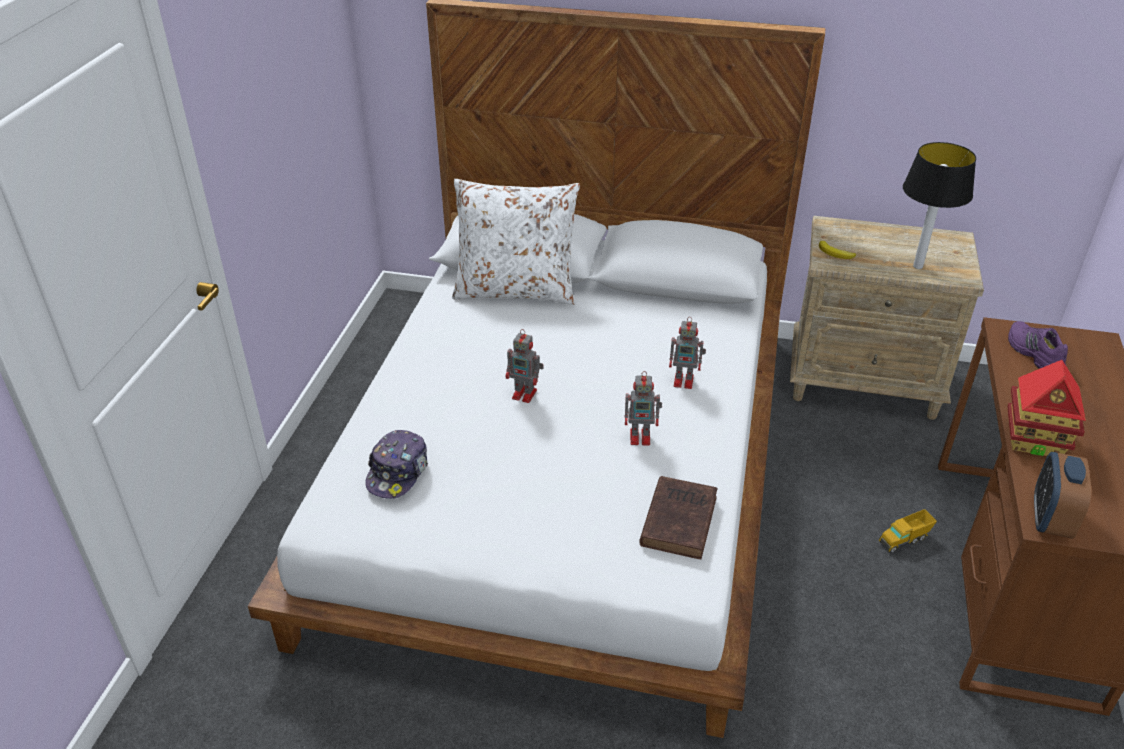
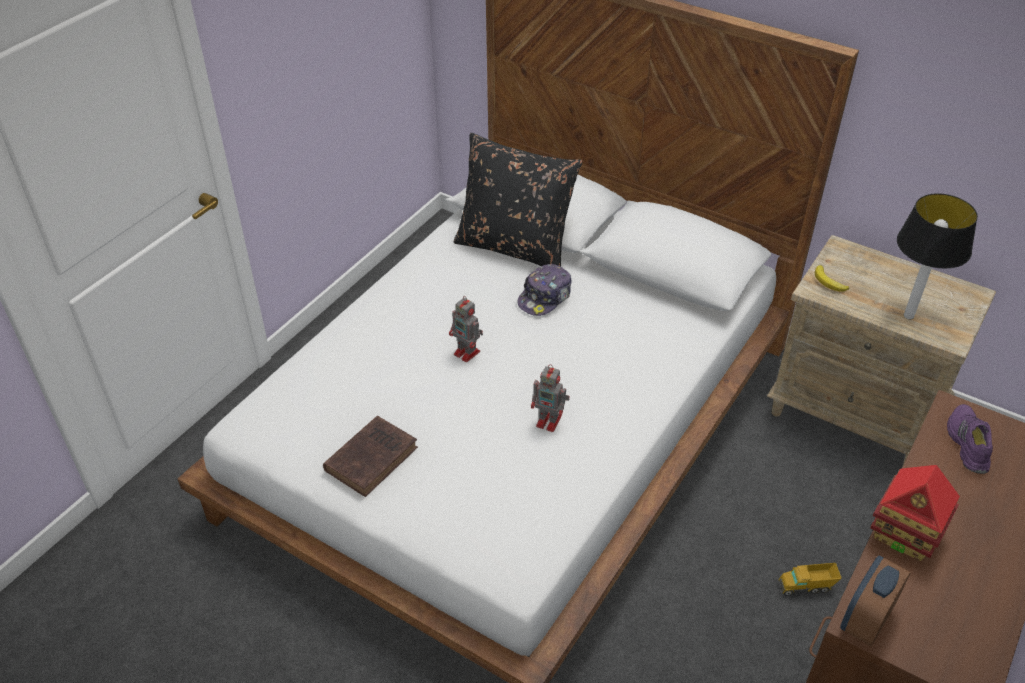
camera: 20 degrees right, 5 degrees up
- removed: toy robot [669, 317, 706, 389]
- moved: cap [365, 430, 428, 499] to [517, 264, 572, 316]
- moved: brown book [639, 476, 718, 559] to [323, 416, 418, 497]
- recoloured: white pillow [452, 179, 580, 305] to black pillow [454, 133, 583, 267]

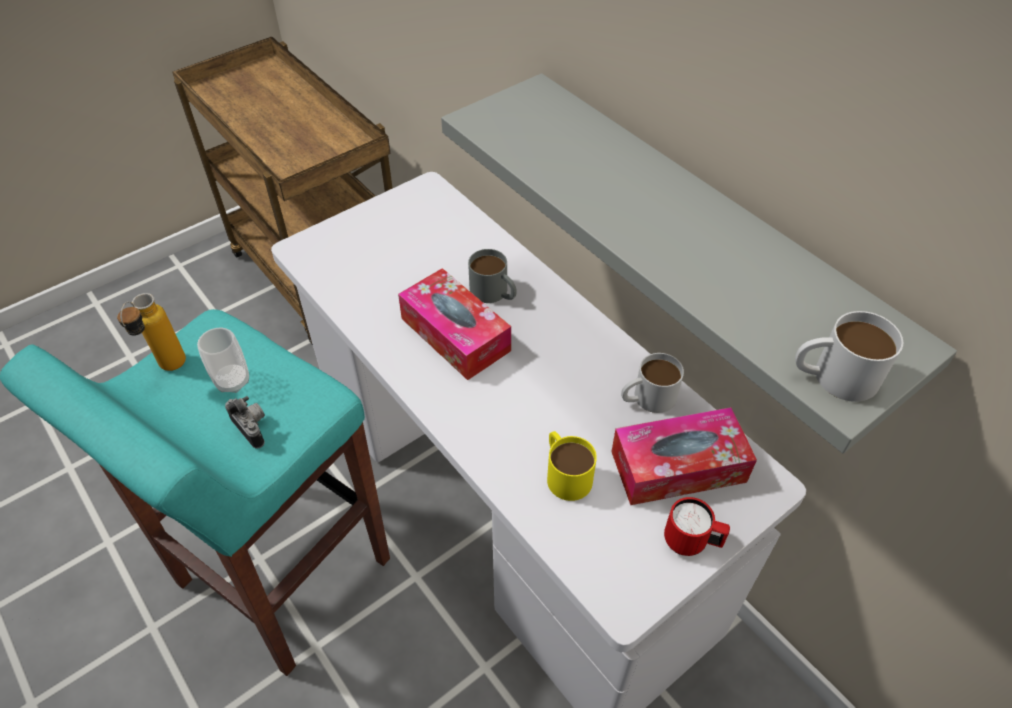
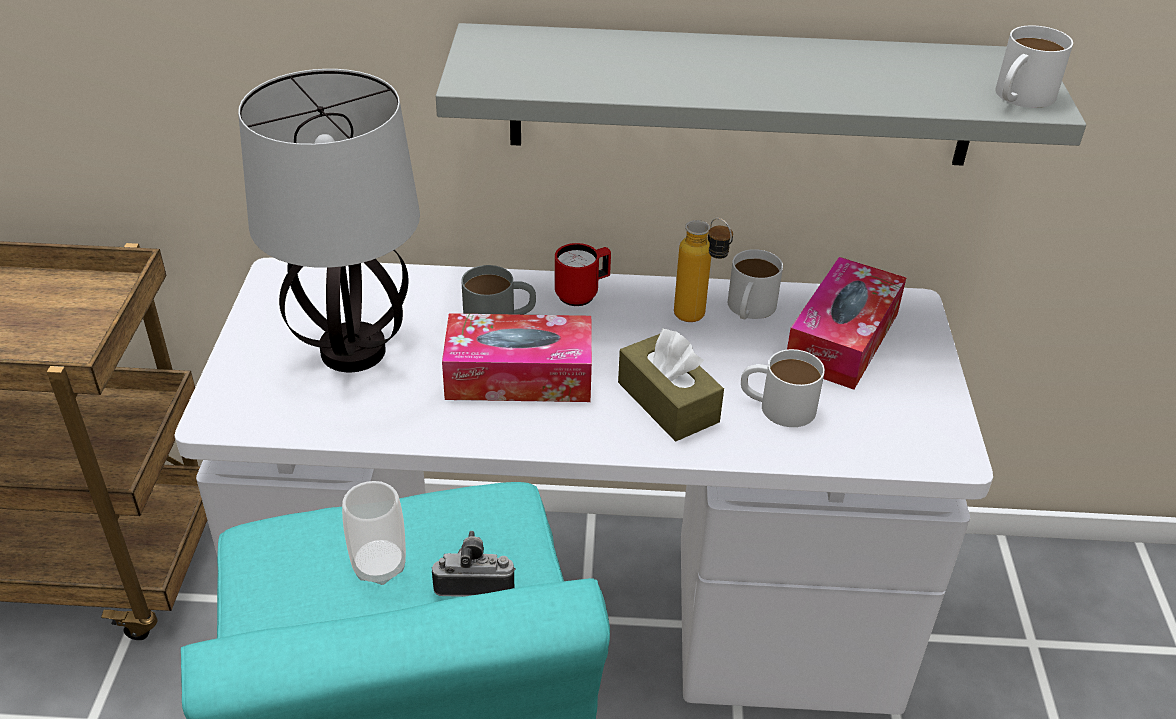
camera: 50 degrees left, 10 degrees down
- added: table lamp [238, 69, 420, 372]
- added: brown tissue box [618, 328, 724, 441]
- moved: bottle [117, 293, 186, 371] to [674, 218, 733, 322]
- moved: red mug [664, 497, 730, 556] to [555, 243, 611, 306]
- recoloured: yellow mug [547, 431, 597, 501] to white mug [741, 349, 825, 427]

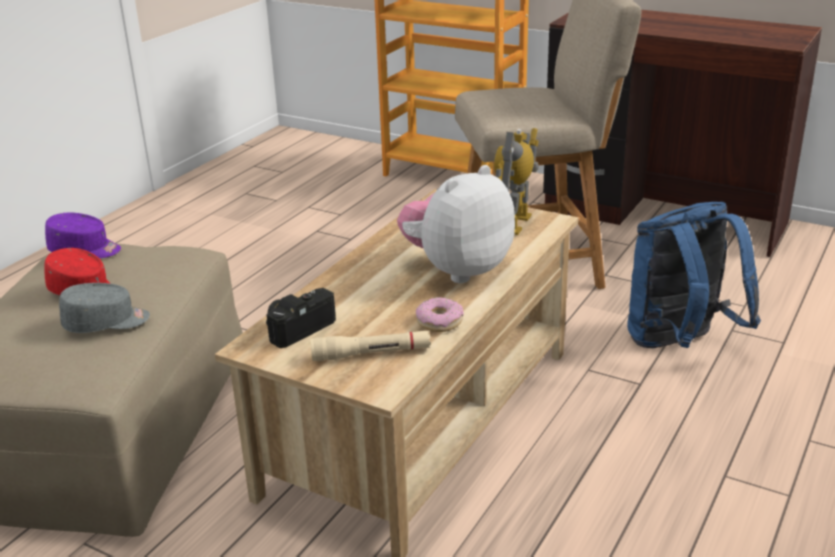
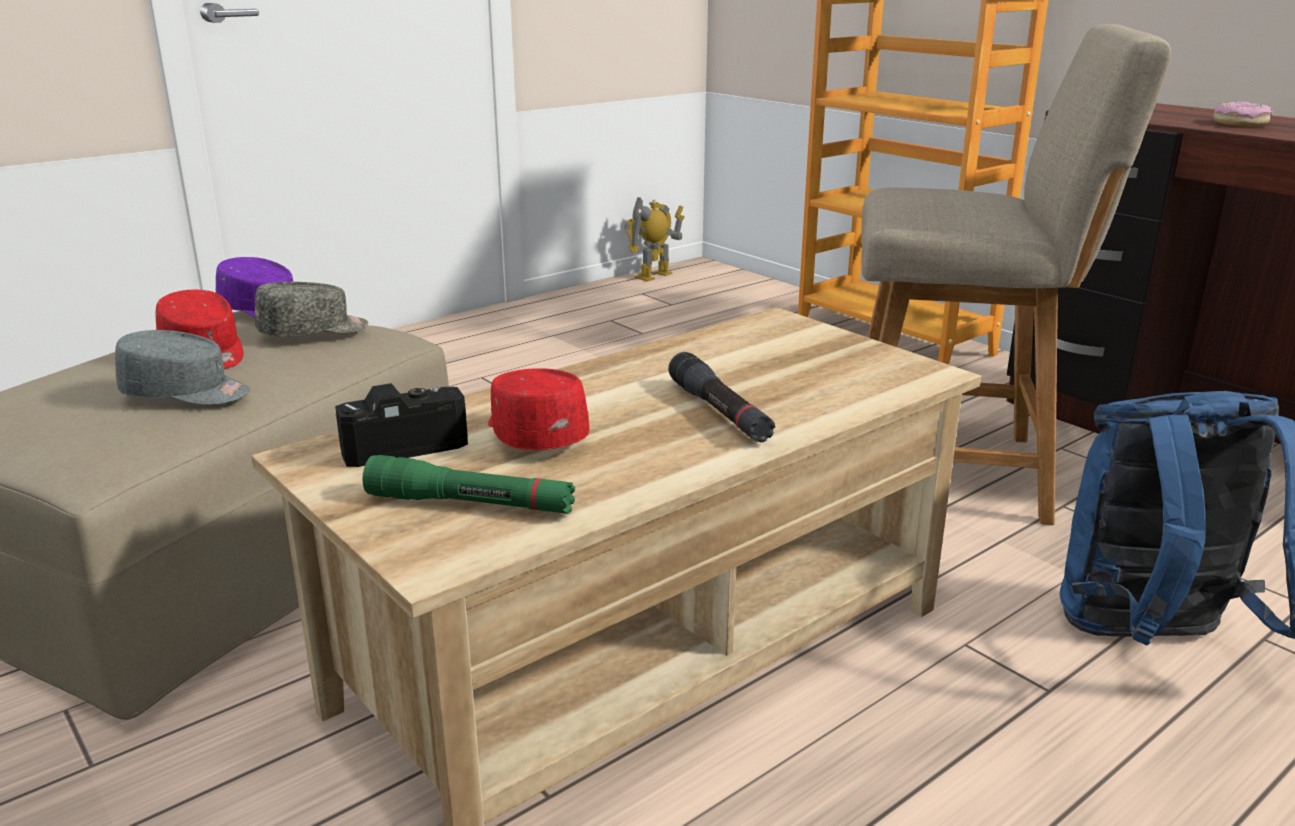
camera: 20 degrees right, 5 degrees down
- added: grey cap [255, 282, 368, 337]
- added: red cap [488, 368, 590, 450]
- moved: donut [416, 297, 463, 332] to [1213, 101, 1273, 127]
- moved: toy robot [494, 128, 539, 235] to [624, 197, 685, 282]
- replaced: plush toy [397, 165, 515, 283] to black flashlight [668, 352, 775, 443]
- recoloured: beige flashlight [310, 331, 431, 361] to green flashlight [363, 455, 576, 514]

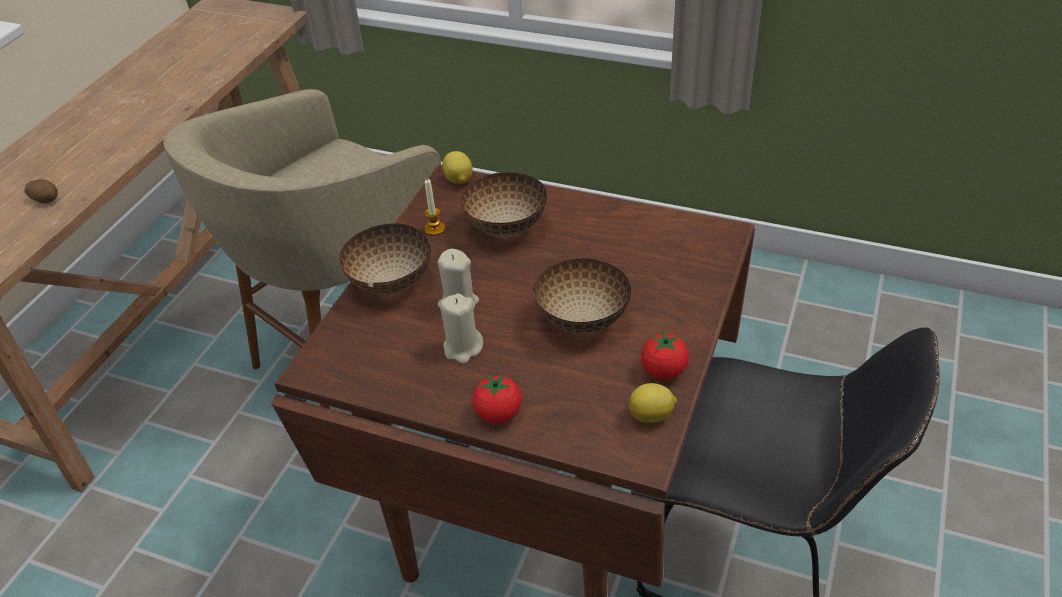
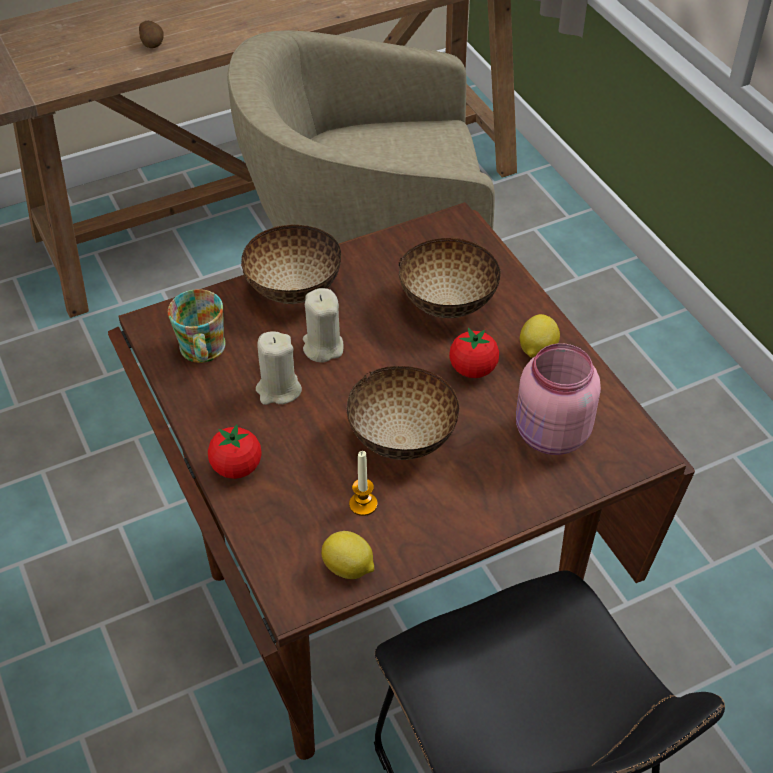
camera: 40 degrees right, 5 degrees up
- added: mug [168, 289, 226, 363]
- added: pink jar [516, 343, 601, 455]
- moved: candle [424, 179, 445, 236] to [349, 451, 377, 516]
- moved: lemon [442, 151, 473, 184] to [520, 314, 560, 358]
- moved: tomato [641, 330, 689, 379] to [449, 328, 499, 378]

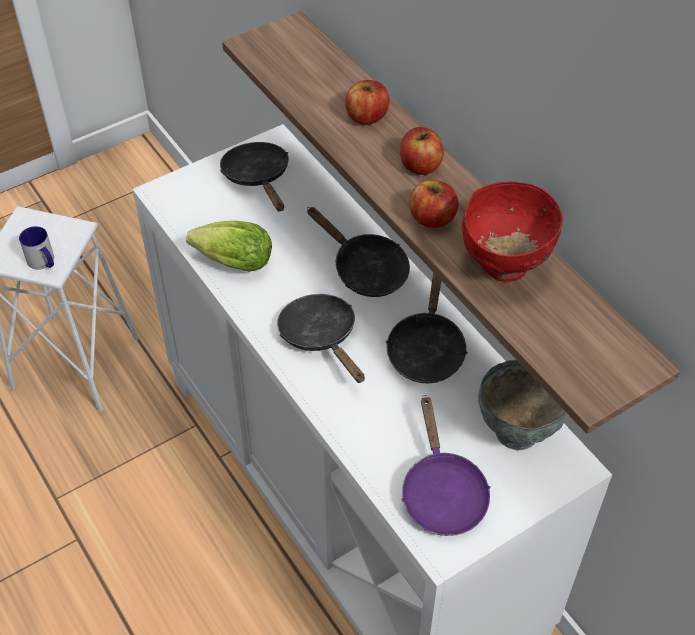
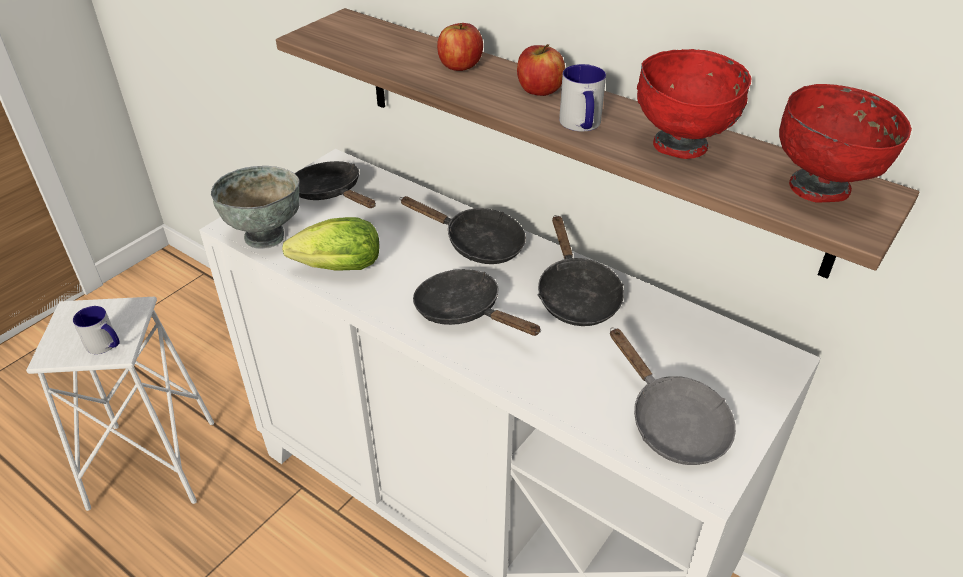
camera: 20 degrees left, 10 degrees down
- added: red bowl [779, 84, 912, 202]
- moved: grey bowl [478, 360, 567, 450] to [211, 166, 300, 249]
- replaced: apple [409, 180, 459, 228] to mug [559, 64, 606, 131]
- recoloured: purple frying pan [401, 395, 491, 536] to grey frying pan [610, 327, 736, 465]

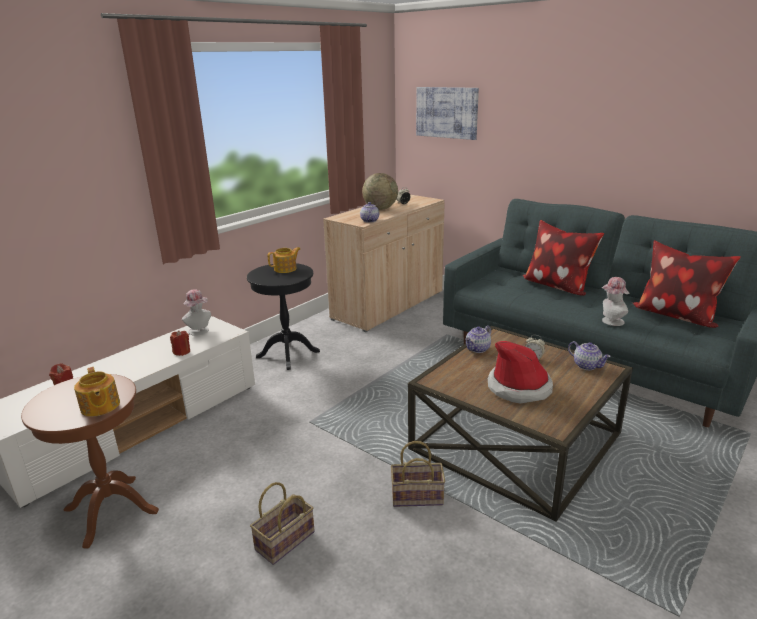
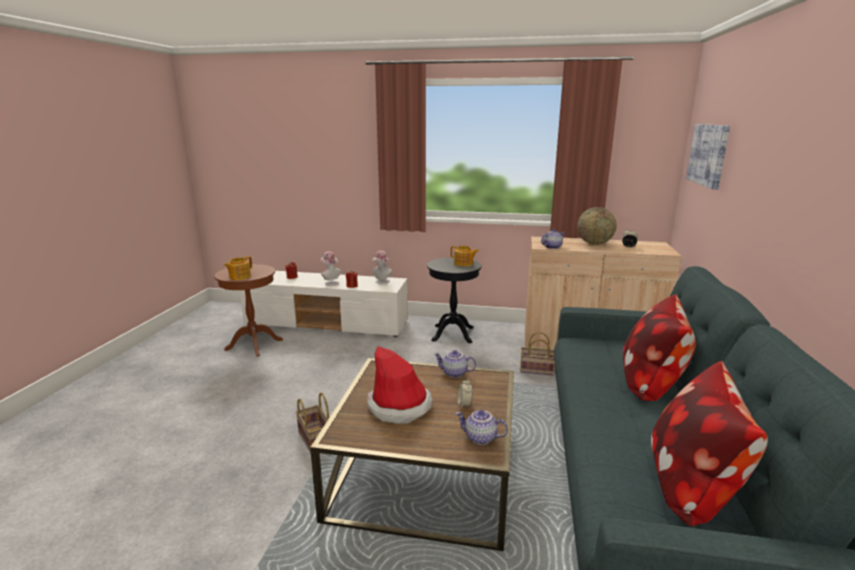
camera: 60 degrees right, 5 degrees down
- moved: basket [250, 482, 315, 565] to [520, 332, 555, 376]
- moved: hat [602, 277, 629, 326] to [320, 251, 341, 286]
- turned: teapot [568, 341, 611, 370] = [456, 410, 508, 445] 90 degrees clockwise

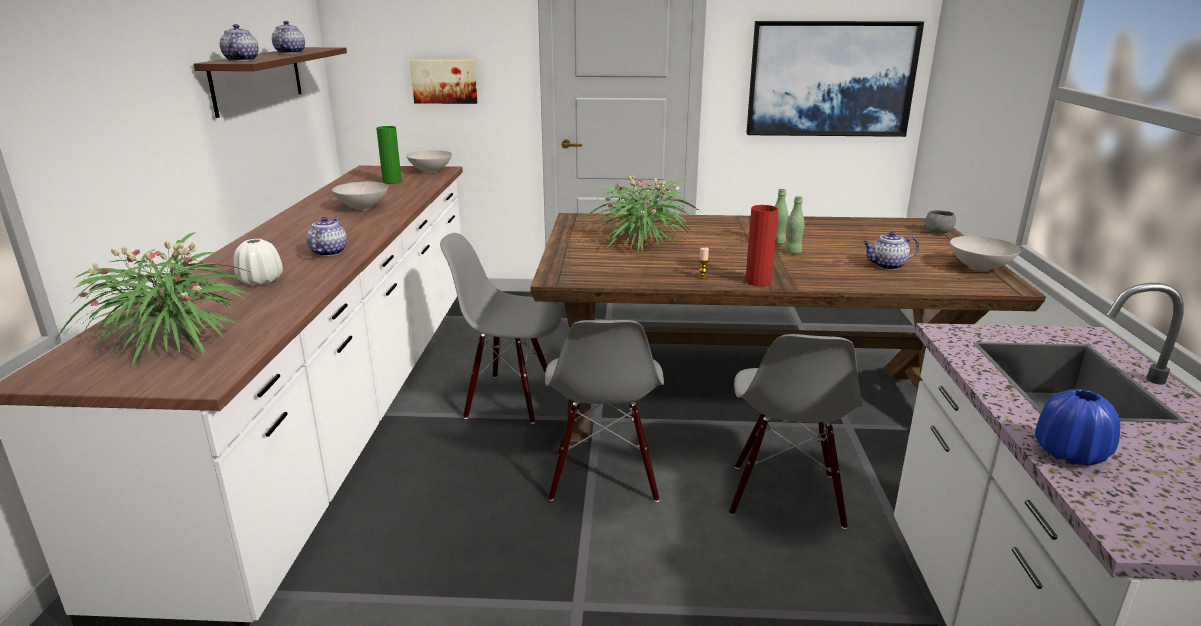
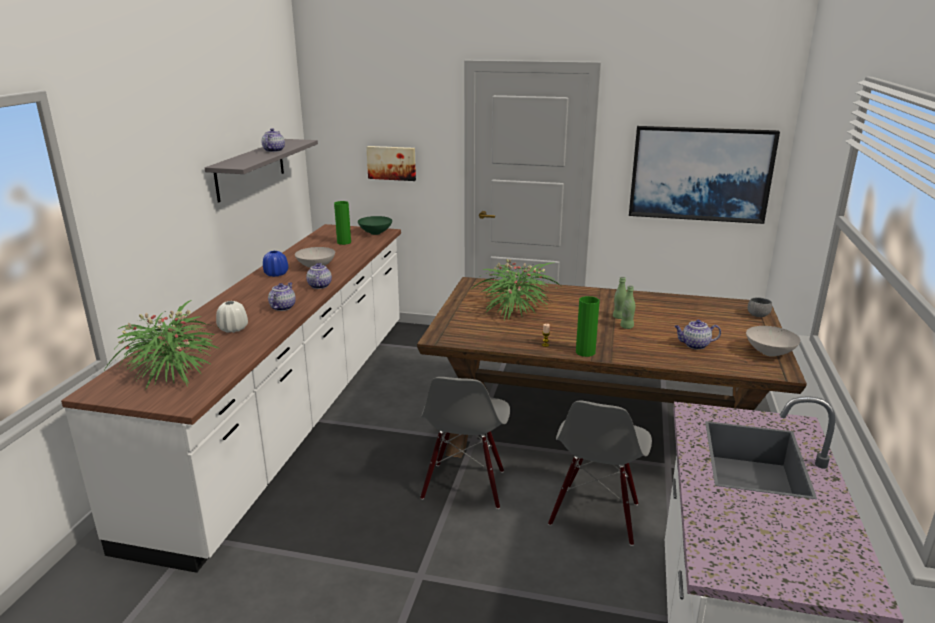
camera: 10 degrees right, 0 degrees up
- removed: grey chair [440, 233, 562, 424]
- moved: teapot [220, 24, 258, 61] to [306, 263, 332, 289]
- moved: blue vase [1035, 389, 1120, 466] to [263, 251, 288, 277]
- recoloured: brown shelf [193, 47, 347, 118] to grey shelf [205, 139, 318, 203]
- recoloured: white bowl [406, 150, 452, 173] to green bowl [358, 216, 392, 235]
- recoloured: red vase [745, 205, 779, 286] to green vase [576, 296, 600, 357]

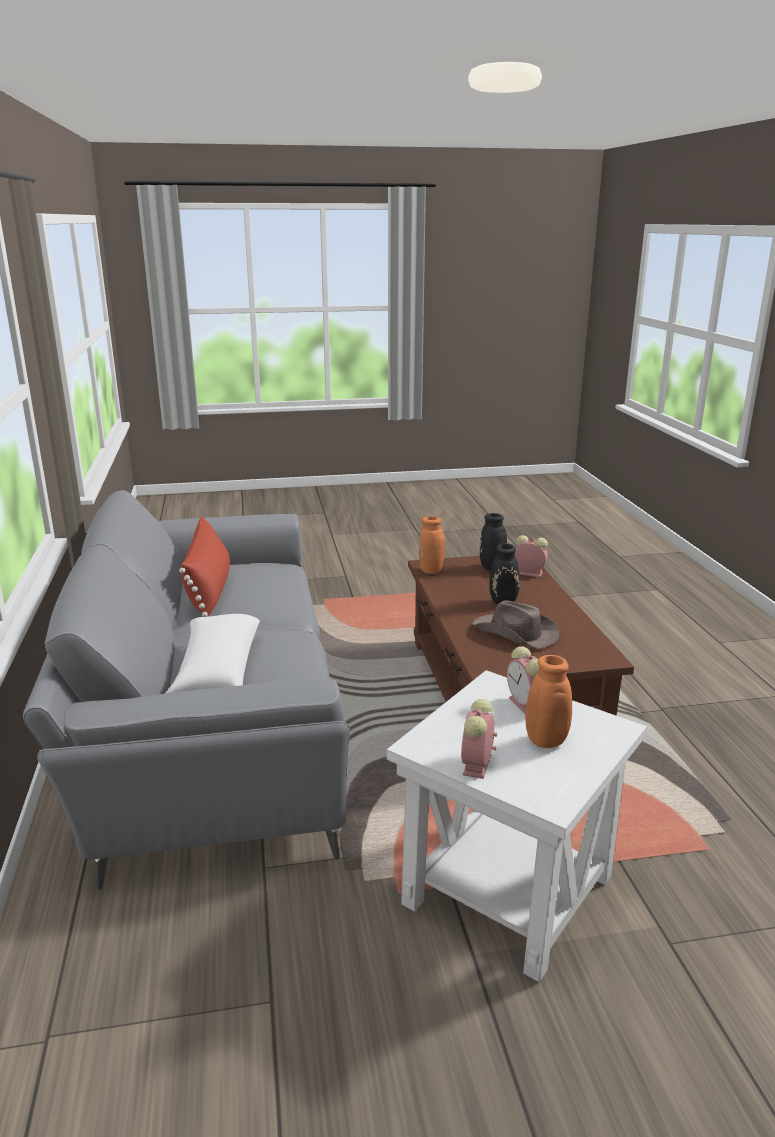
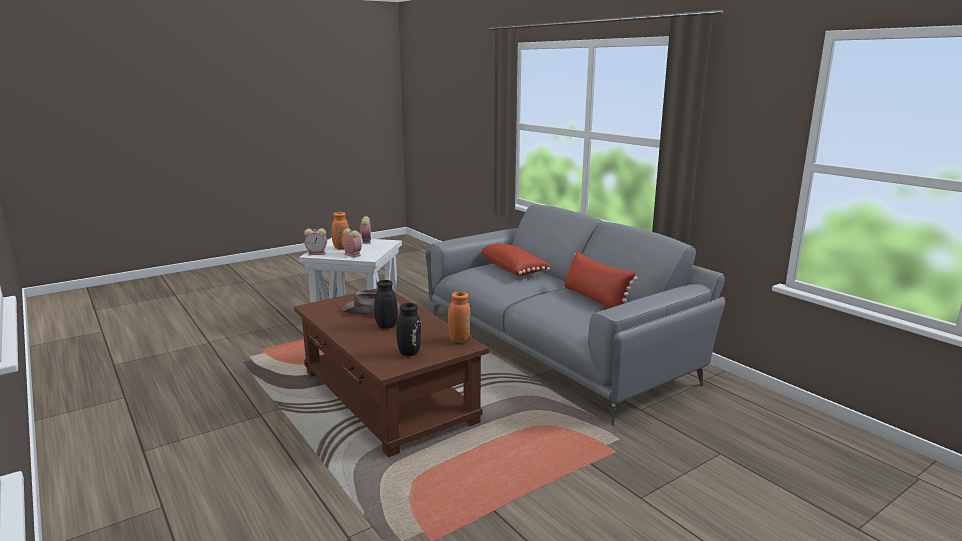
camera: 155 degrees right, 5 degrees down
- moved: alarm clock [515, 535, 548, 577] to [304, 228, 327, 255]
- recoloured: white pillow [166, 614, 260, 693] to red pillow [480, 243, 551, 276]

